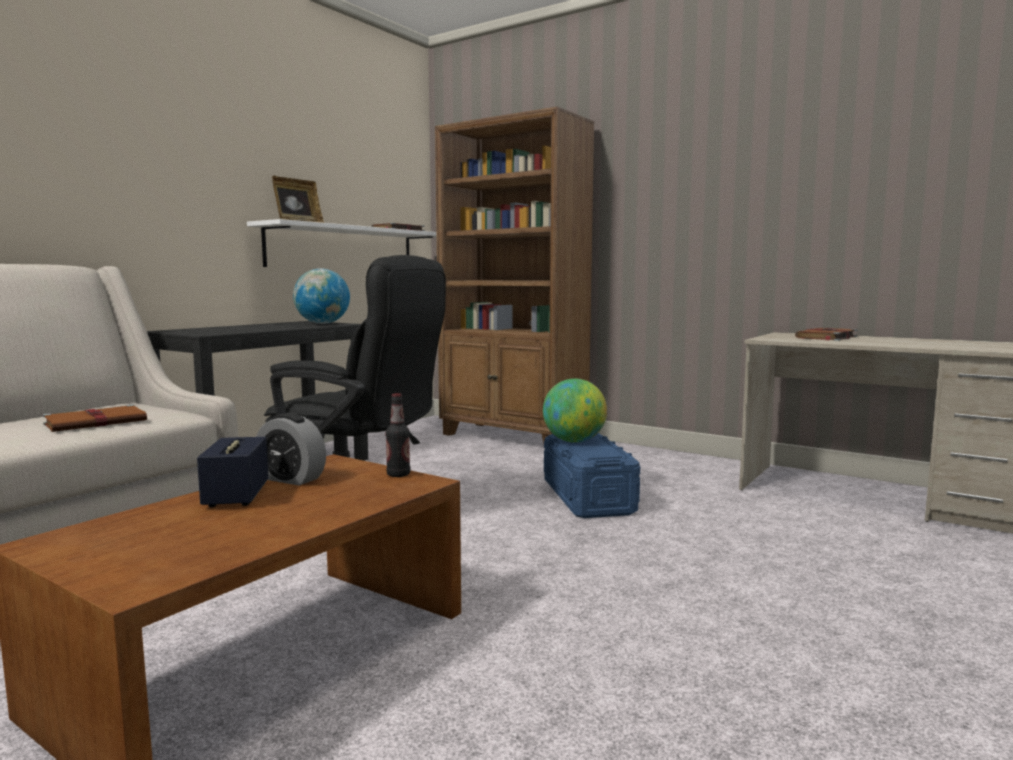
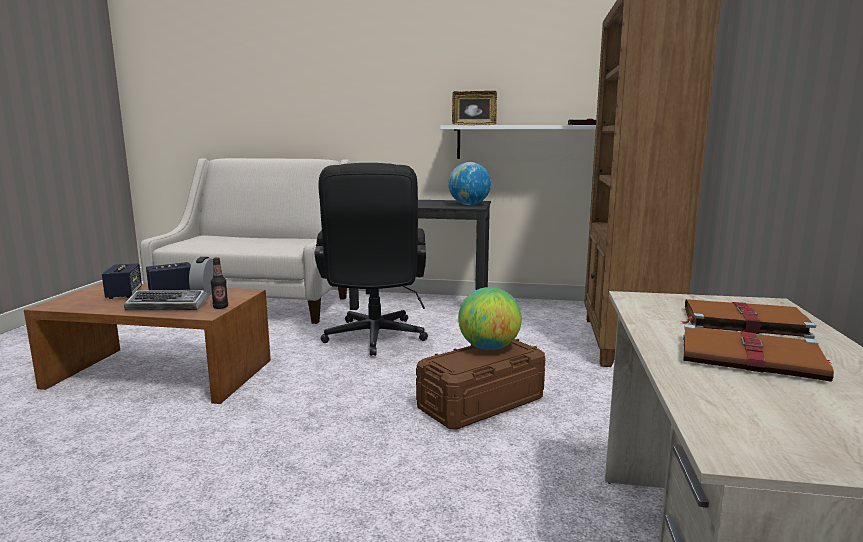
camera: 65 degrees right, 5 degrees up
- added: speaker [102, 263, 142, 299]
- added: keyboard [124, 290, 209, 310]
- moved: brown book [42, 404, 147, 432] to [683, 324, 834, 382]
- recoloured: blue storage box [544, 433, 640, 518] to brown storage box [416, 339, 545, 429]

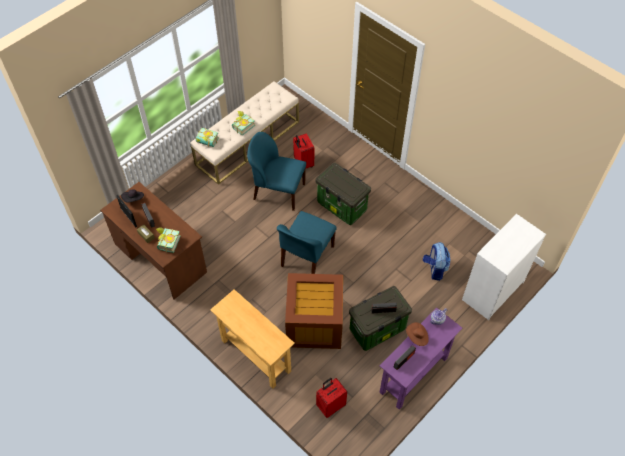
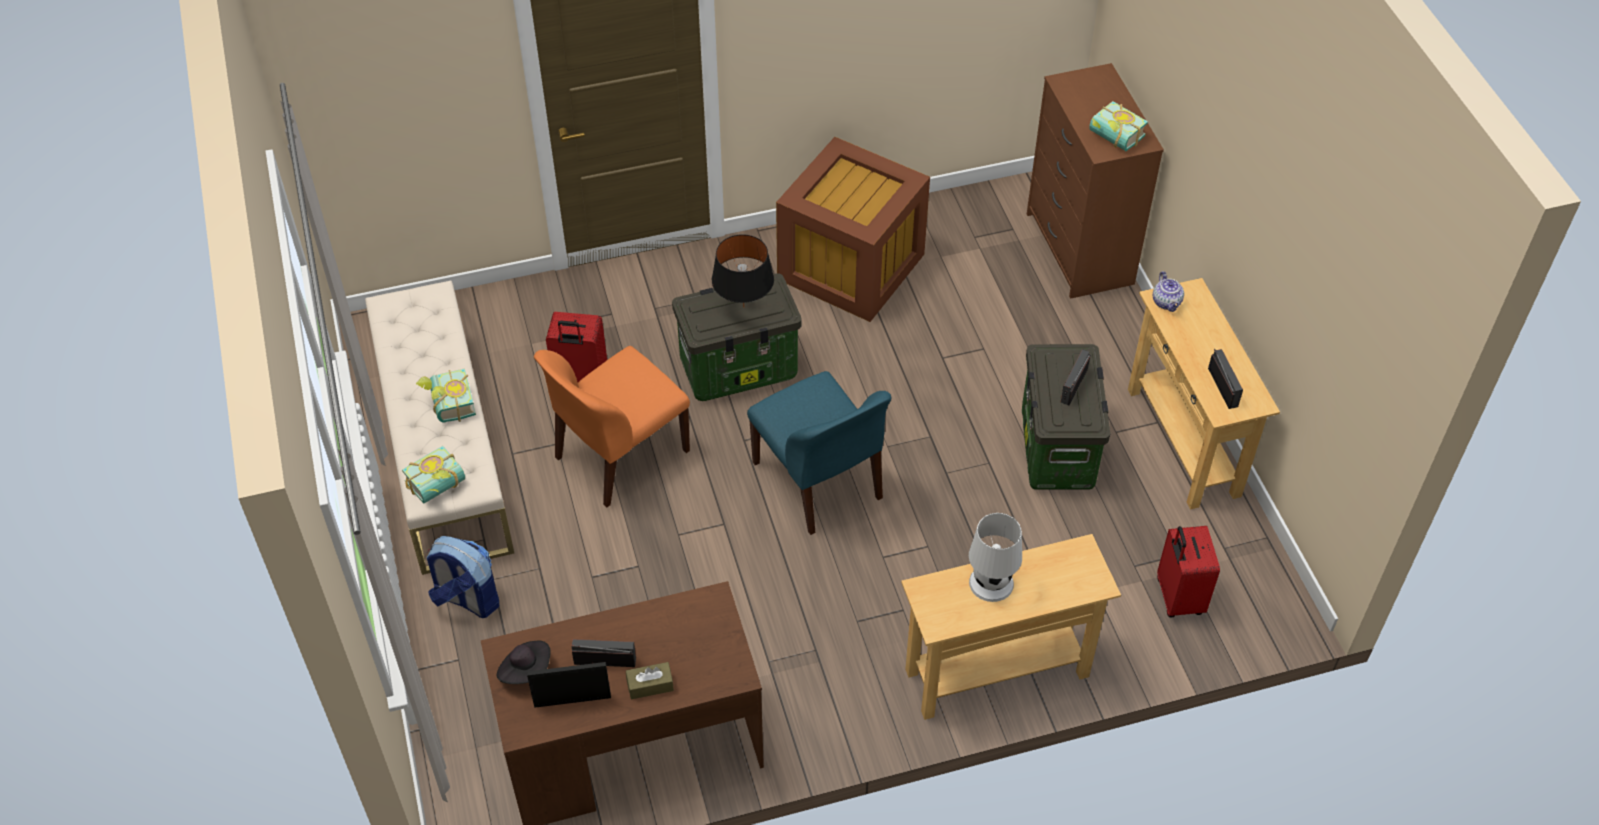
camera: 60 degrees left, 5 degrees down
- removed: brown hat [406, 322, 429, 346]
- added: black table lamp [712, 234, 774, 308]
- added: white table lamp [969, 513, 1022, 602]
- moved: book [156, 227, 181, 253] to [1090, 101, 1148, 151]
- moved: brown storage box [285, 273, 343, 349] to [776, 137, 930, 322]
- moved: backpack [423, 242, 450, 281] to [427, 536, 499, 618]
- recoloured: blue chair [247, 132, 306, 211] to orange chair [534, 346, 690, 507]
- recoloured: purple console table [380, 308, 462, 410] to beige console table [1128, 278, 1280, 510]
- recoloured: white dresser [462, 214, 546, 320] to brown dresser [1027, 63, 1164, 299]

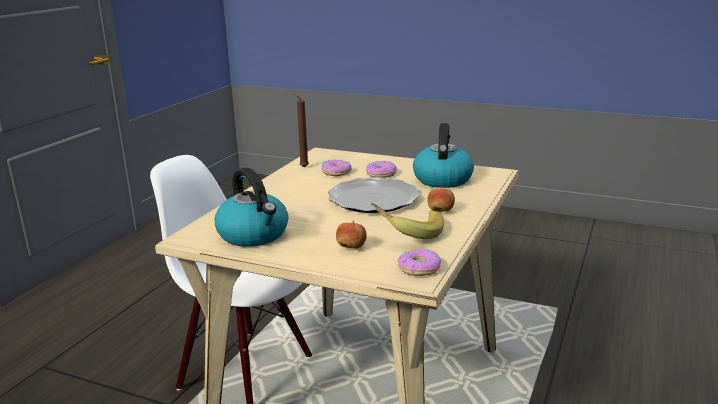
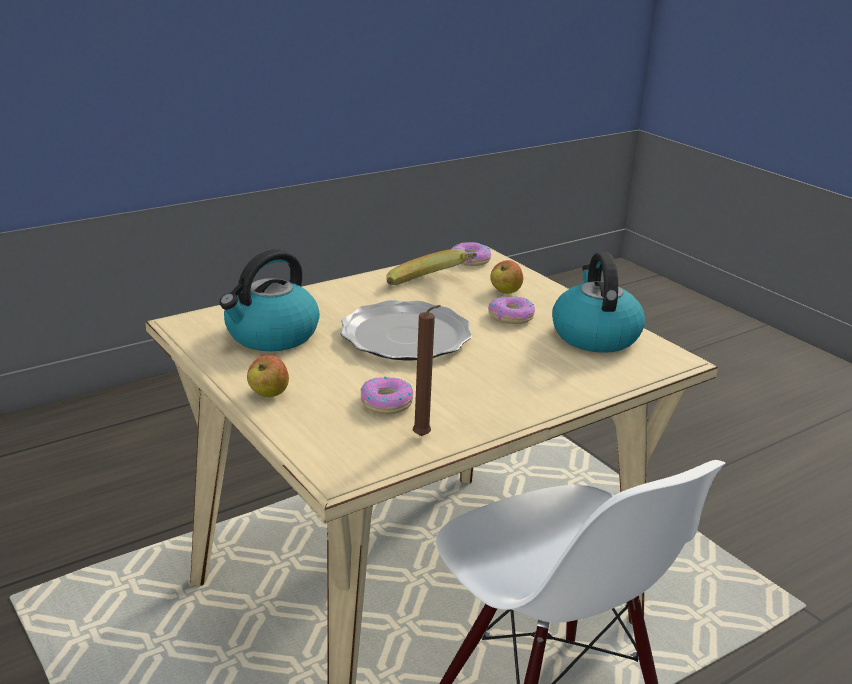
camera: 150 degrees left, 5 degrees up
- moved: donut [366, 161, 397, 178] to [488, 296, 535, 324]
- moved: apple [427, 187, 455, 212] to [247, 355, 289, 397]

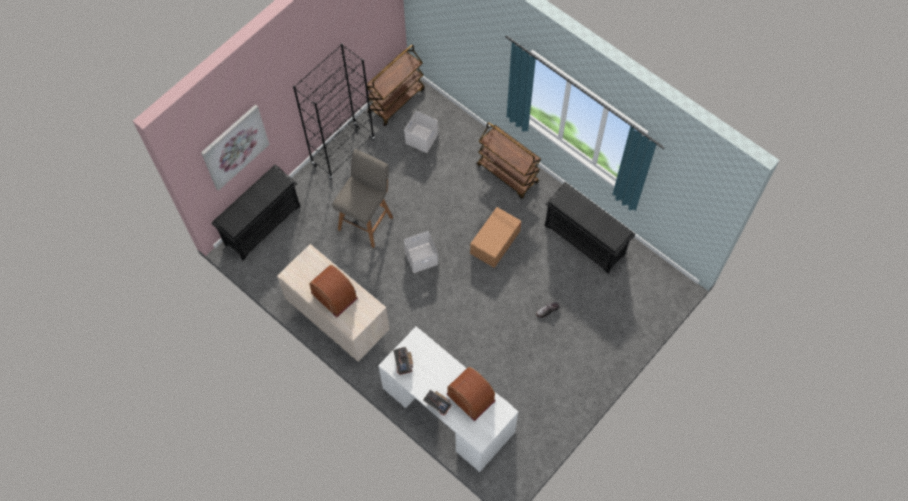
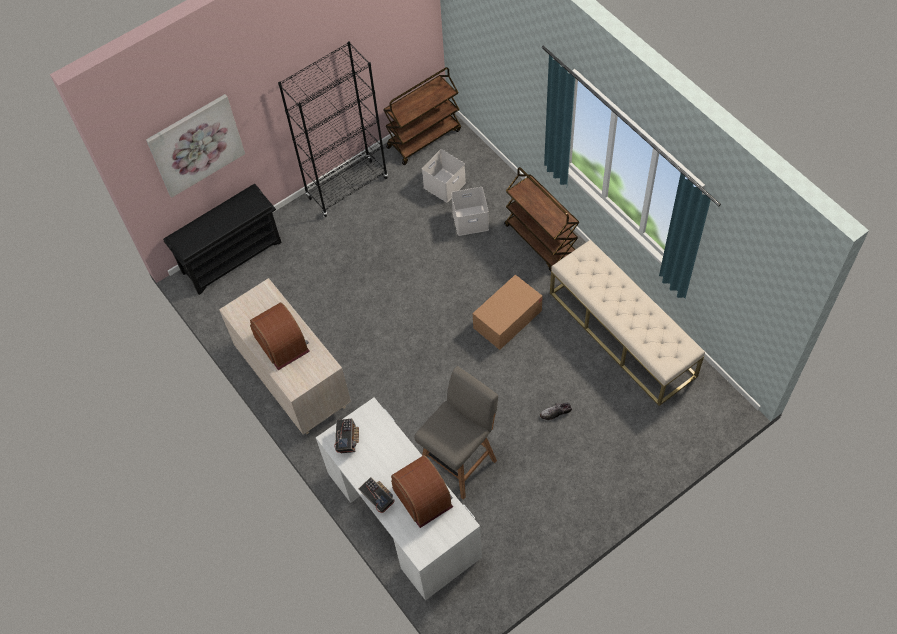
camera: 15 degrees right, 5 degrees down
- moved: grey stool [332, 149, 393, 248] to [414, 366, 498, 500]
- moved: white storage box [404, 231, 438, 273] to [451, 187, 489, 236]
- replaced: black shoe rack [545, 182, 635, 274] to beige bench [550, 240, 705, 406]

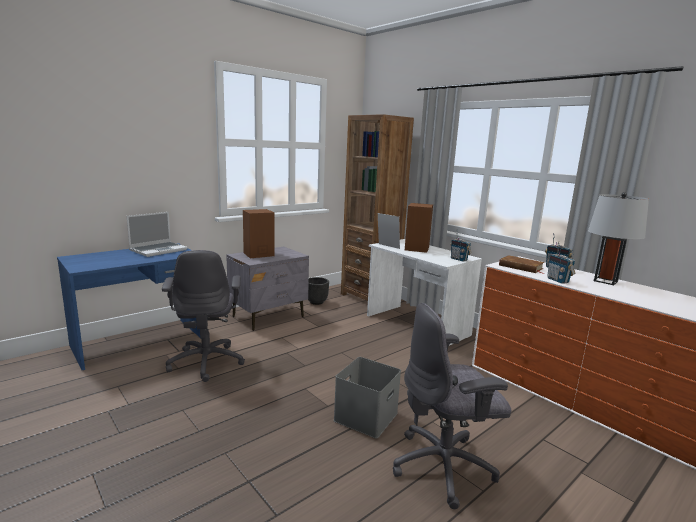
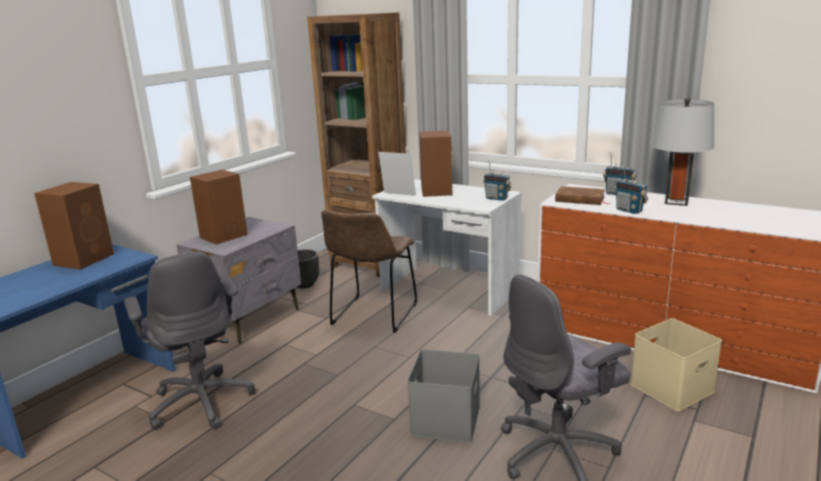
camera: 15 degrees left, 5 degrees up
- added: brown chair [321, 210, 417, 333]
- added: beige storage box [630, 318, 722, 411]
- replaced: laptop [127, 212, 188, 257] to brown speaker [34, 182, 114, 270]

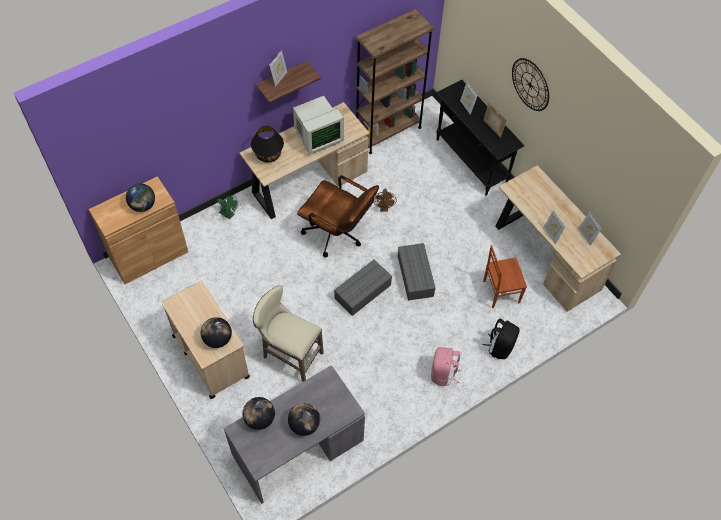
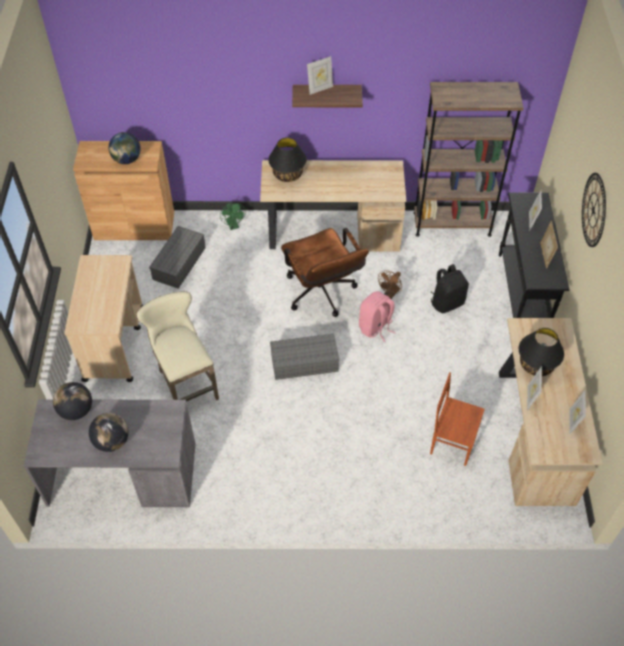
camera: 35 degrees right, 5 degrees down
- removed: globe [201, 317, 232, 348]
- removed: monitor [293, 96, 344, 155]
- added: black table lamp [519, 328, 564, 376]
- moved: grey storage box [398, 243, 436, 301] to [149, 226, 206, 289]
- moved: pink backpack [431, 347, 461, 386] to [359, 291, 395, 342]
- moved: black backpack [482, 318, 520, 359] to [431, 264, 469, 313]

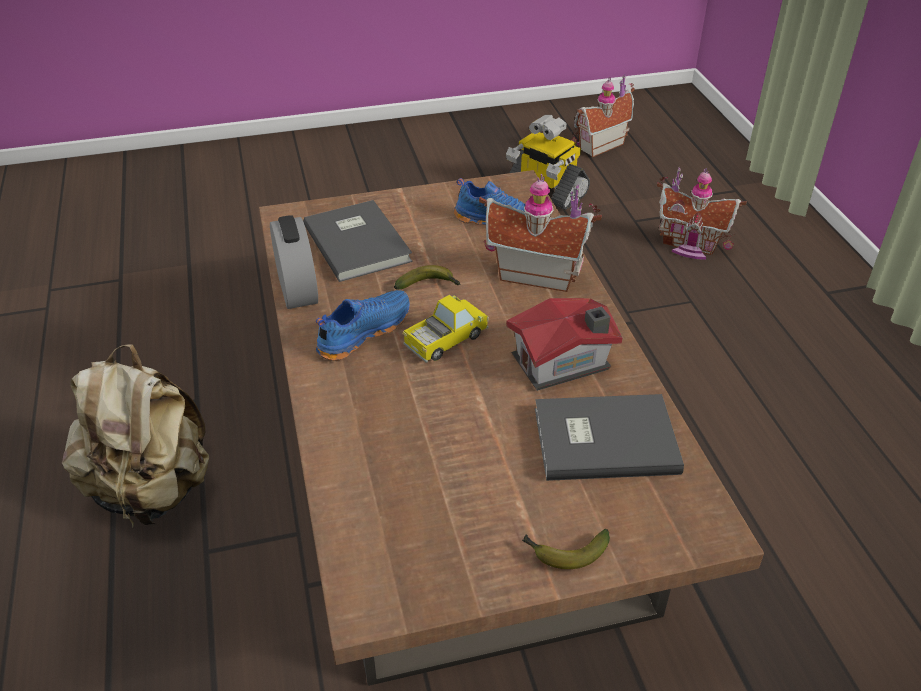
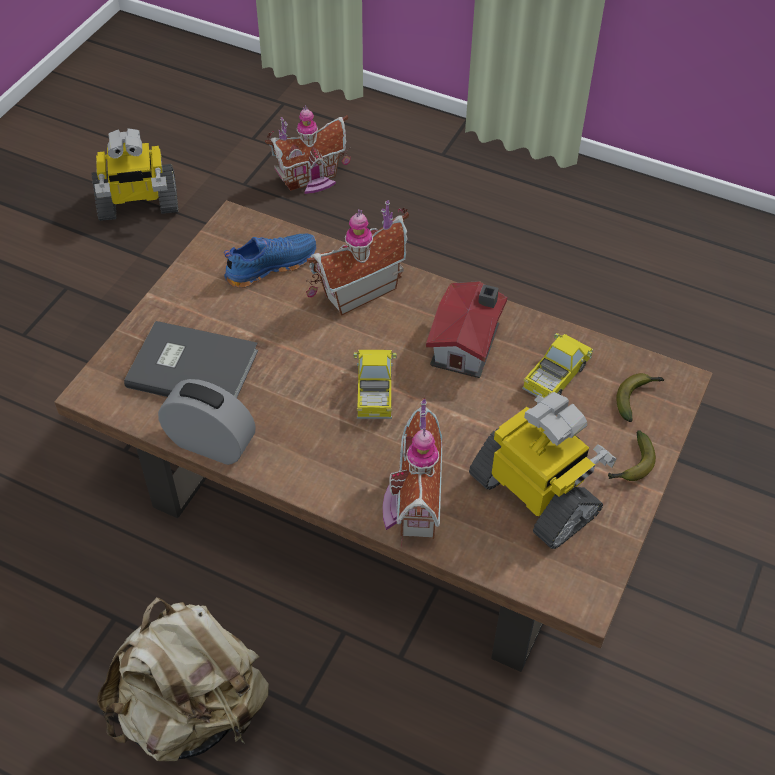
camera: 50 degrees left, 10 degrees up
- removed: blue shoe [316, 290, 410, 361]
- added: toy robot [469, 392, 617, 549]
- moved: banana [394, 265, 461, 290] to [616, 373, 664, 422]
- moved: toy house [571, 74, 634, 157] to [383, 395, 442, 539]
- replaced: grey book [535, 394, 684, 481] to toy truck [522, 333, 593, 398]

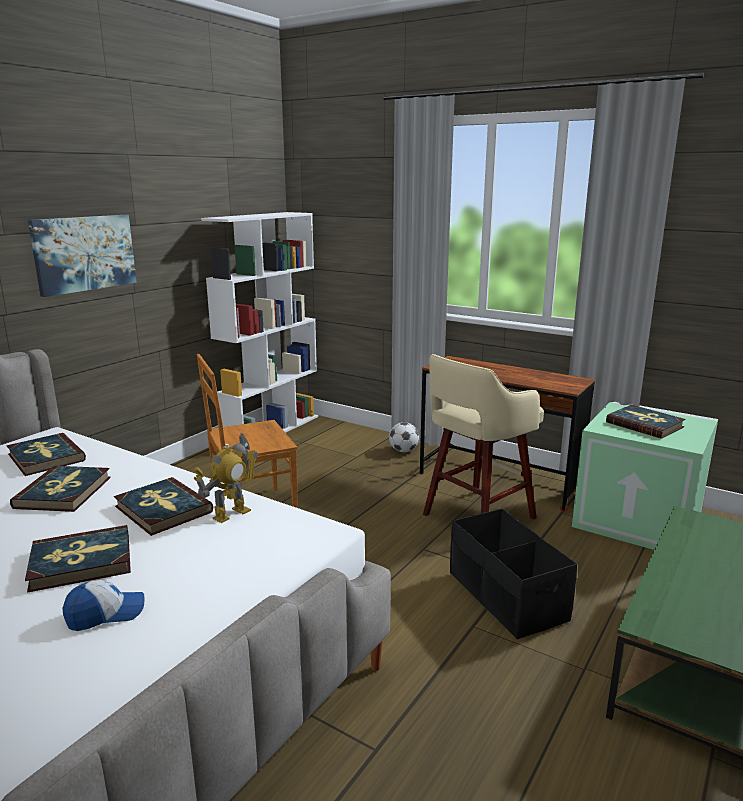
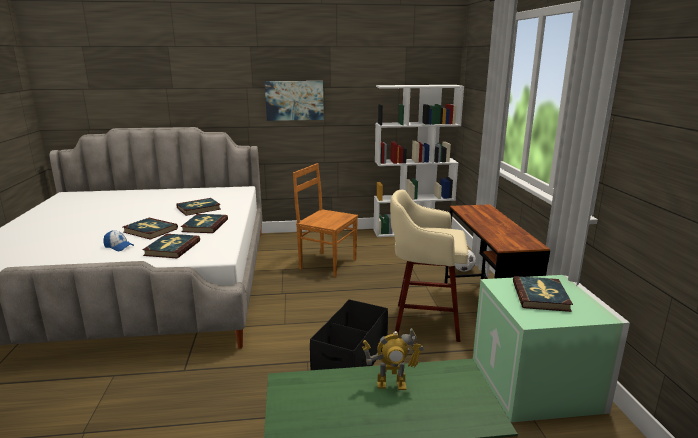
camera: 50 degrees right, 0 degrees up
- moved: book [6, 433, 86, 476] to [142, 234, 200, 258]
- moved: toy robot [193, 433, 258, 523] to [362, 328, 424, 390]

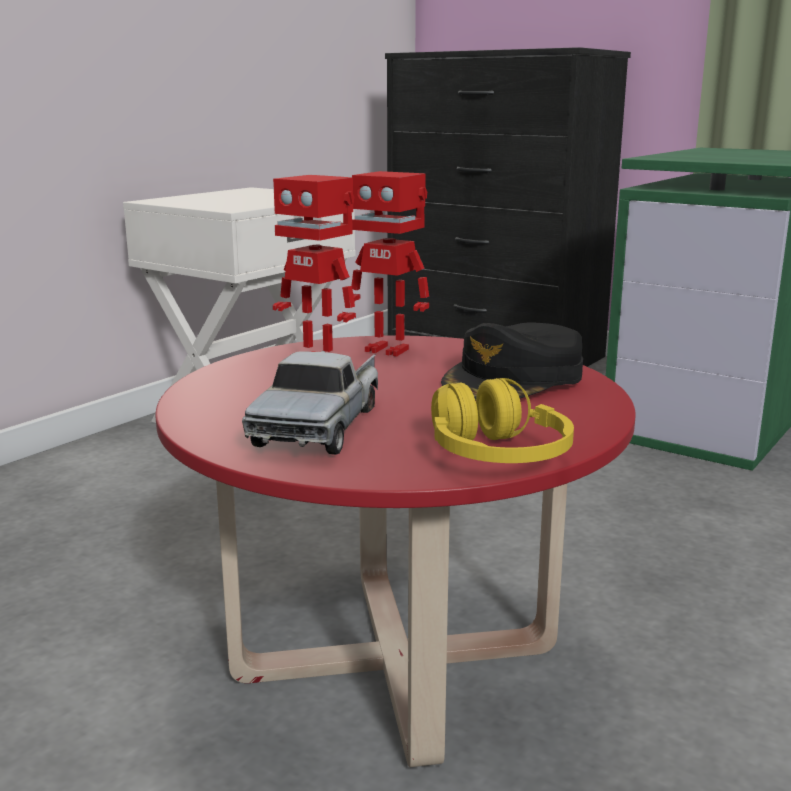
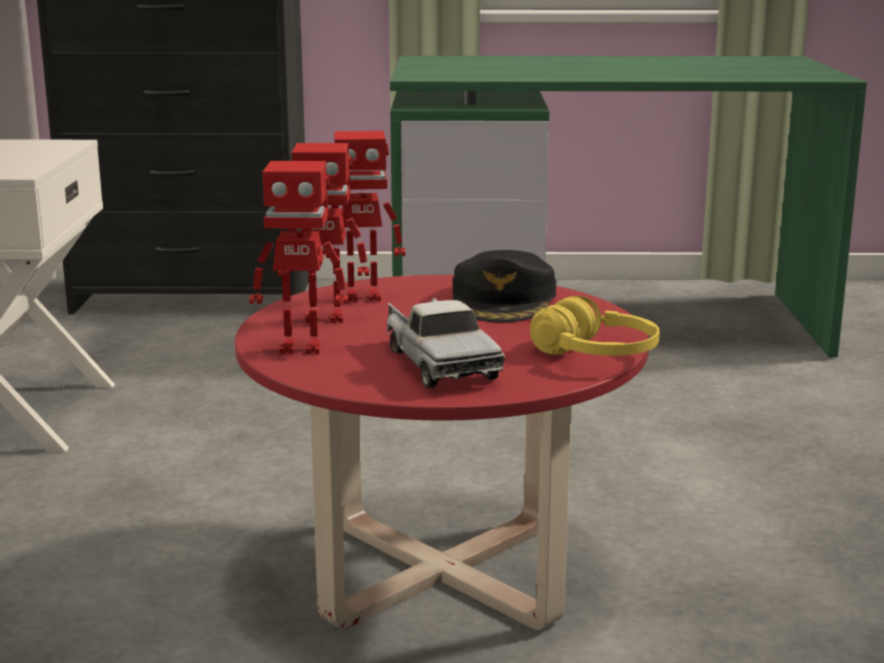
camera: 35 degrees left, 0 degrees up
- added: toy robot [249, 161, 348, 354]

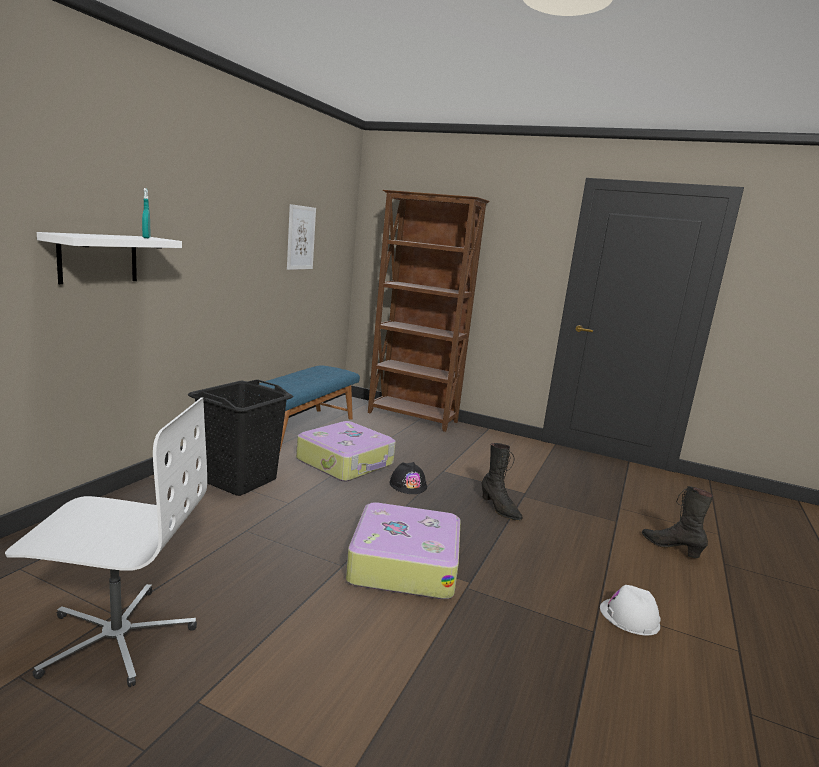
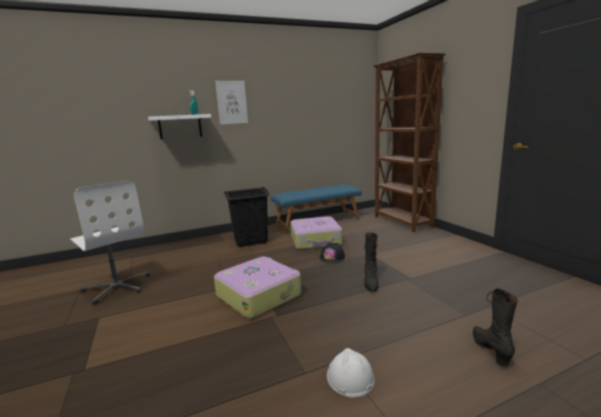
camera: 45 degrees right, 0 degrees up
- moved: picture [287, 204, 316, 270] to [215, 81, 248, 124]

